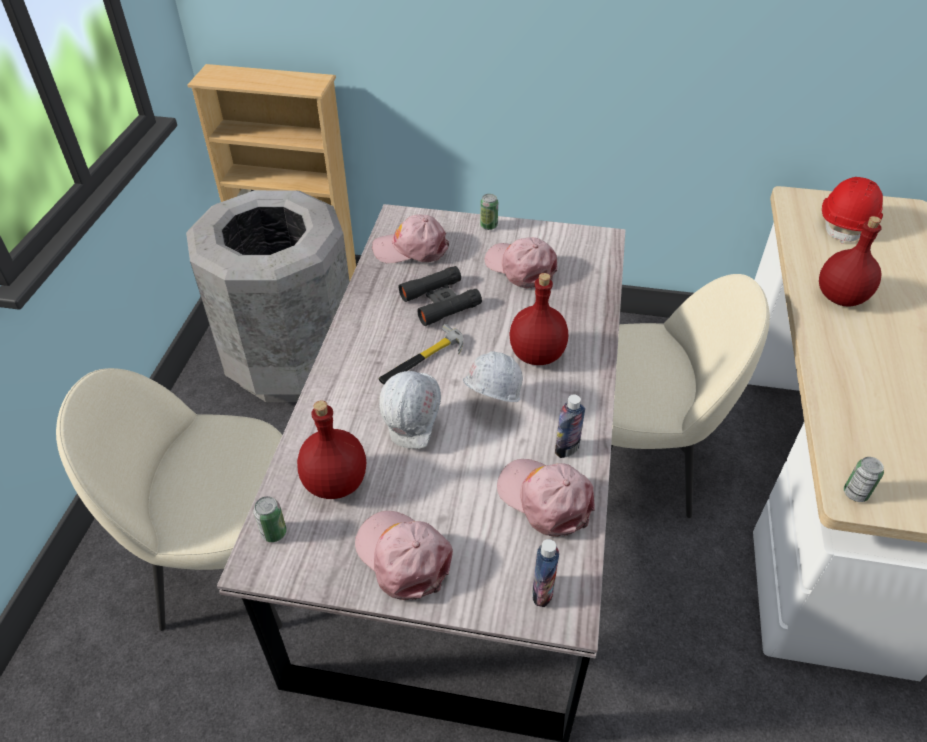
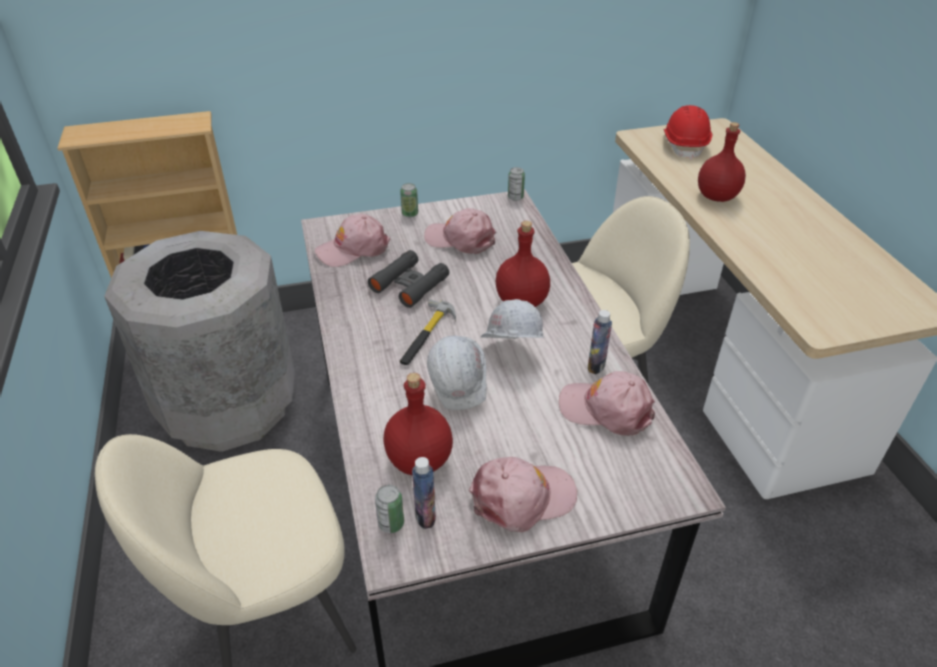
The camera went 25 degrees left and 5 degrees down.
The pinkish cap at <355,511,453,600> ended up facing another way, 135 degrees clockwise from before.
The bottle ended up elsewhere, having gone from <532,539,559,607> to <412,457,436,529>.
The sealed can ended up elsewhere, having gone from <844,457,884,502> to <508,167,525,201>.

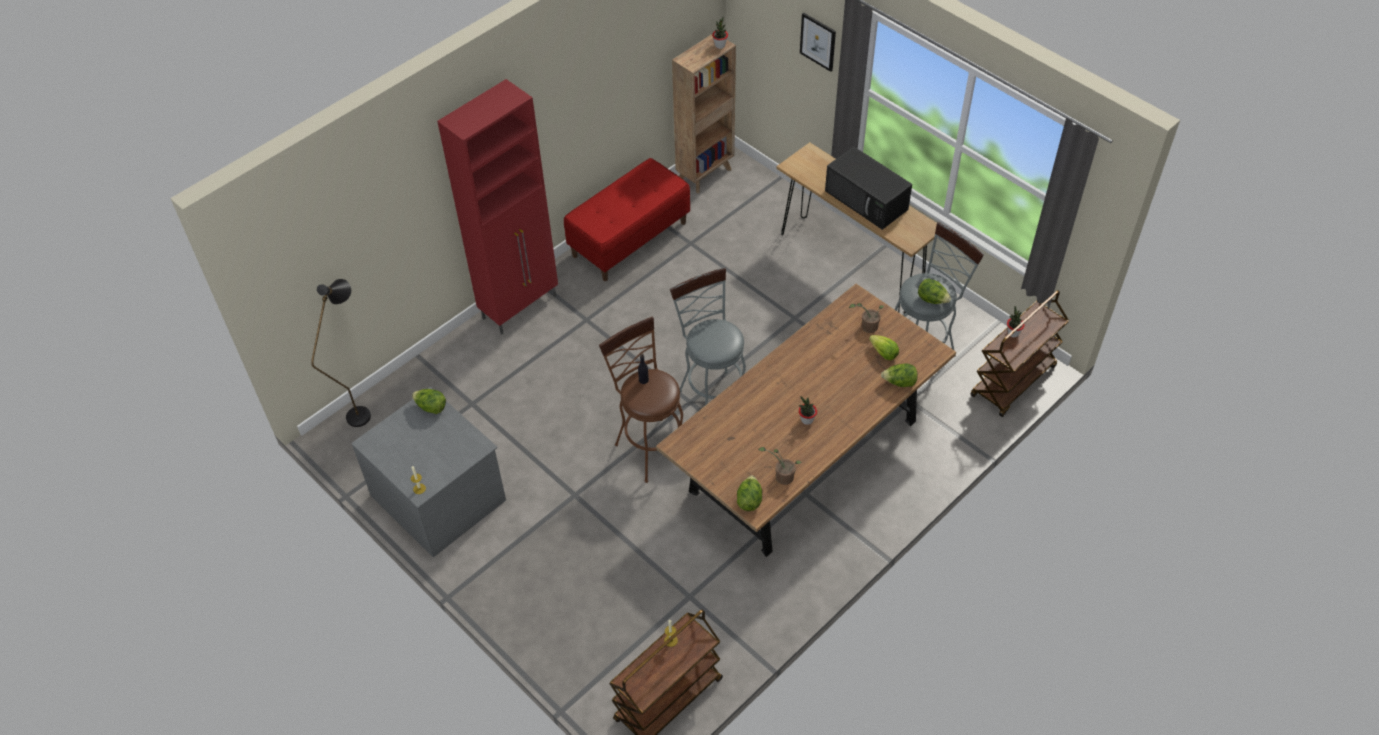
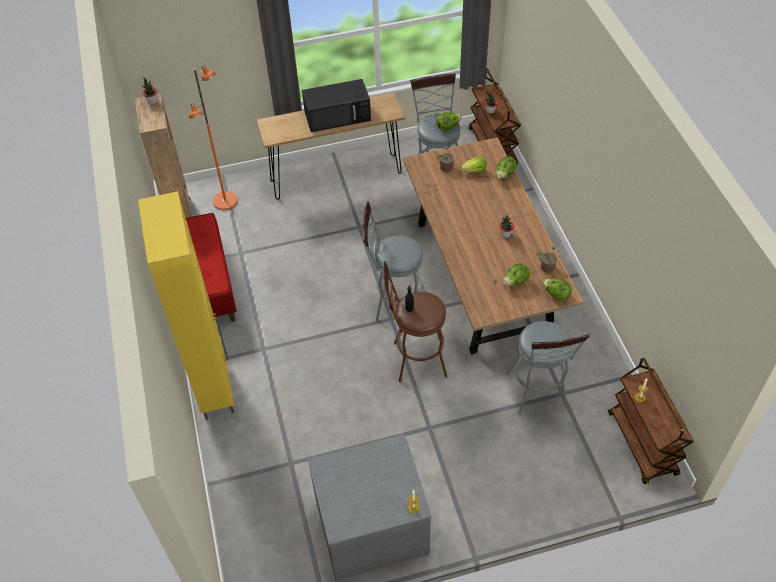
The camera went 60 degrees left and 0 degrees up.
The second view lost the black-coloured standing lamp at <311,279,371,427>.
The lettuce head ended up elsewhere, having gone from <412,389,446,414> to <503,263,530,285>.
What was the red-coloured storage cabinet at <437,79,558,334> turned into the yellow storage cabinet at <138,191,234,420>.
The second view lost the picture at <800,13,836,72>.
The second view gained the orange standing lamp at <189,64,238,210>.
The second view gained the gray sitting stool at <506,321,590,415>.

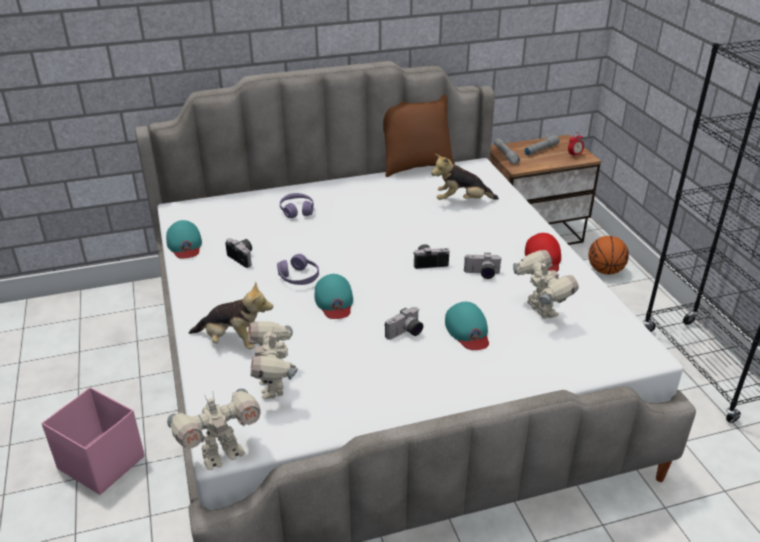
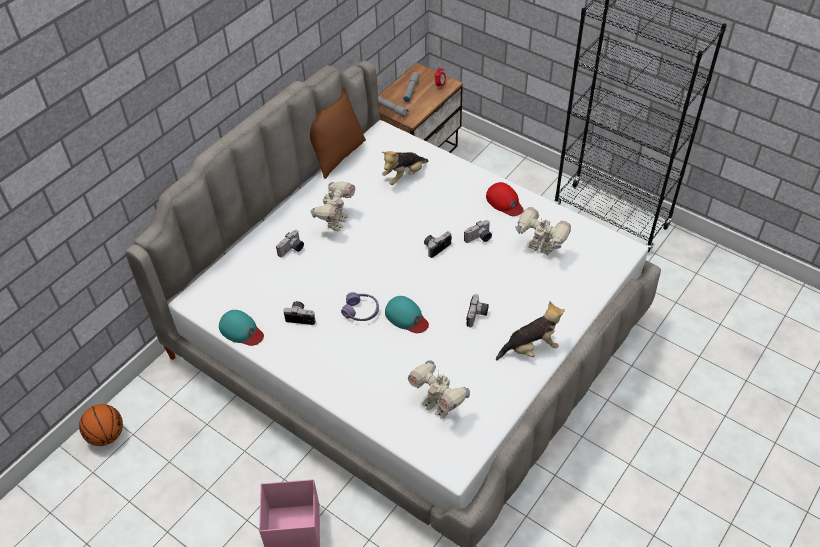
The camera went 35 degrees left and 15 degrees up.
The robot figure ended up elsewhere, having gone from <167,389,260,470> to <310,181,355,232>.
The plush toy ended up elsewhere, having gone from <189,282,273,349> to <496,301,565,361>.
Where the purple headset stood at <280,193,314,218>, the still camera came to stand at <276,230,304,257>.
The second view lost the turquoise cap at <445,302,489,350>.
The basketball ball ended up elsewhere, having gone from <588,236,629,275> to <79,404,123,446>.

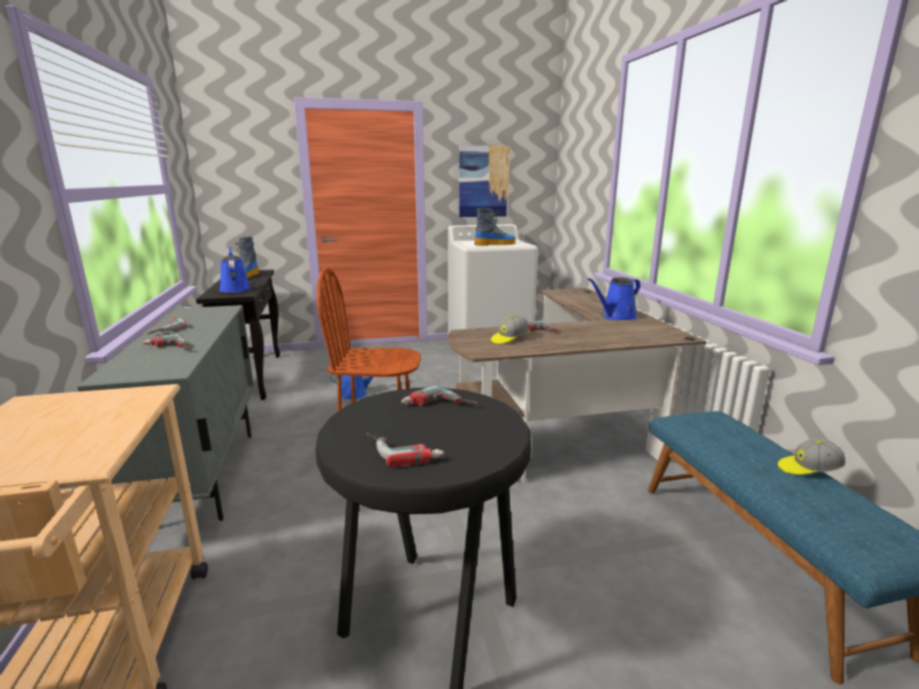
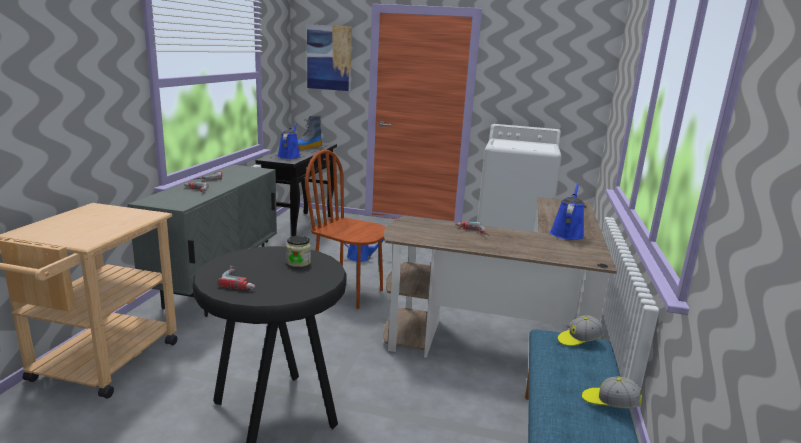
The camera went 25 degrees right and 0 degrees up.
Where the electric drill stood at <401,385,478,406>, the jar came to stand at <286,236,311,267>.
The picture ended up elsewhere, having gone from <459,145,510,217> to <307,24,352,91>.
The second view lost the boot at <475,208,516,246>.
The cap ended up elsewhere, having gone from <491,315,529,344> to <558,316,604,346>.
The bluish watering can at <588,277,640,320> ended up facing another way, 120 degrees clockwise from before.

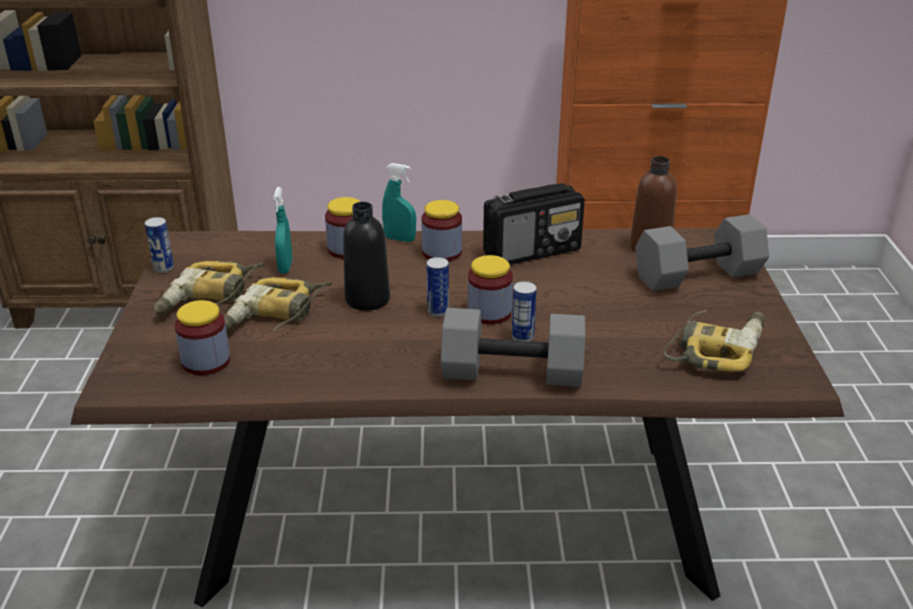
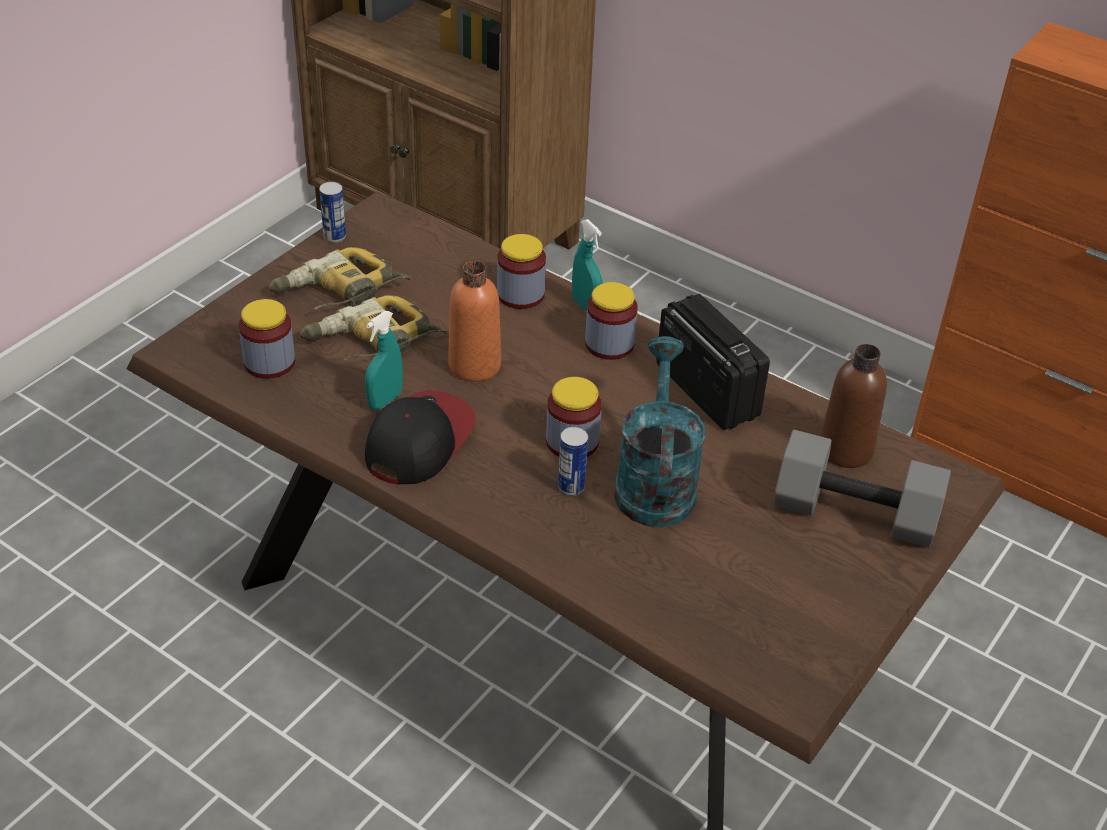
The camera went 35 degrees right and 10 degrees up.
The turquoise spray bottle ended up elsewhere, having gone from <273,187,293,274> to <365,311,403,410>.
What was the black-coloured bottle at <343,202,390,311> turned into the orange bottle at <448,261,501,382>.
The second view lost the sealed can at <426,257,449,317>.
The second view lost the gray hand weight at <441,308,585,387>.
The radio at <483,183,585,265> ended up facing another way, 135 degrees counterclockwise from before.
The second view lost the electric drill at <663,310,765,372>.
The second view gained the cap at <365,390,476,485>.
The second view gained the turquoise watering can at <614,336,705,527>.

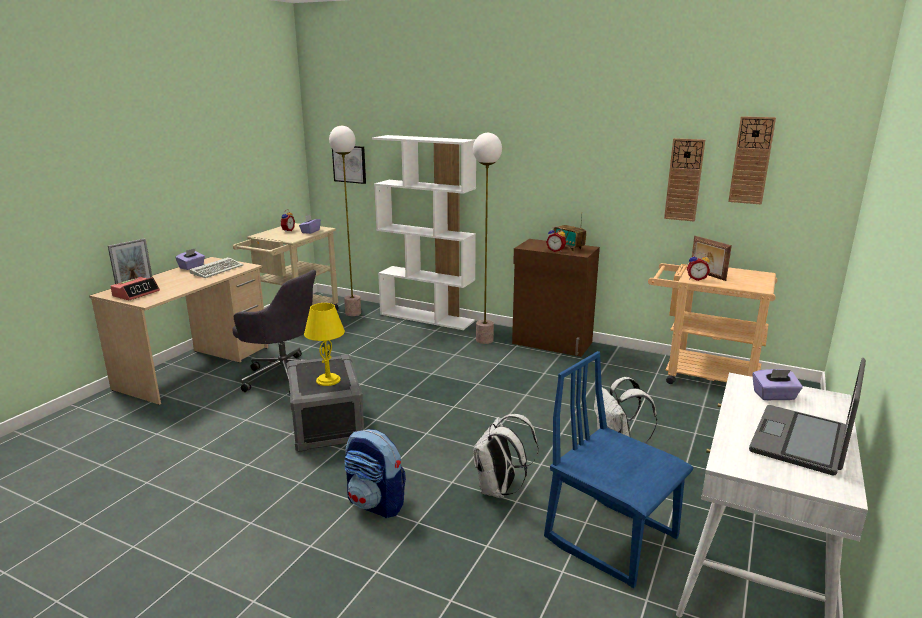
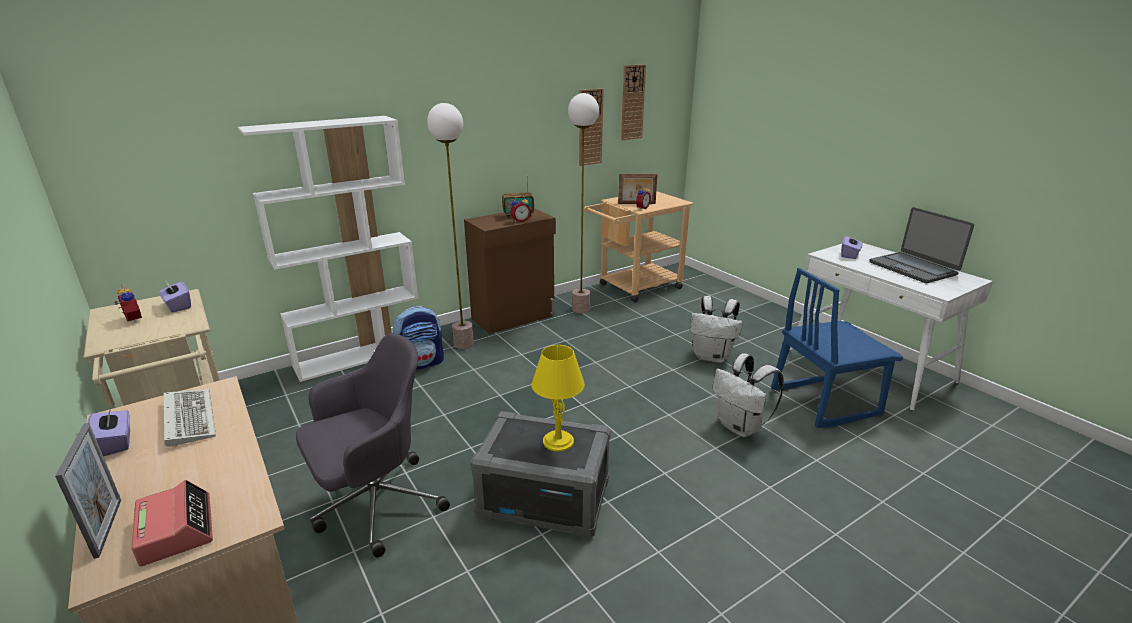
The camera went 60 degrees left and 5 degrees up.
The standing lamp ended up elsewhere, having gone from <329,126,361,316> to <568,93,599,313>.
The second view lost the picture at <332,146,366,184>.
The backpack ended up elsewhere, having gone from <345,429,406,518> to <393,306,444,370>.

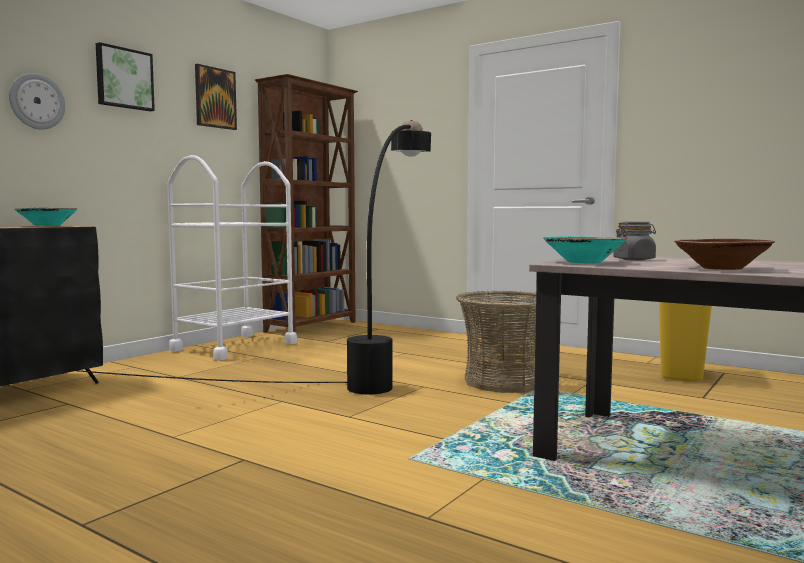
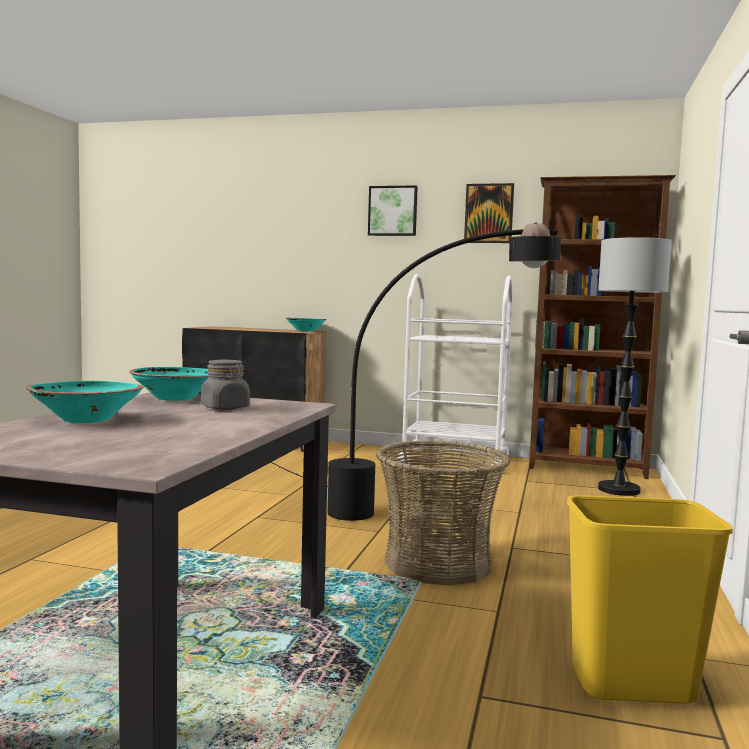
The camera went 70 degrees right and 0 degrees up.
The second view lost the hanging clock at <9,73,65,130>.
What was the brownish serving bowl at <674,239,775,270> turned into the turquoise serving bowl at <26,381,143,423>.
The second view gained the standing lamp at <598,237,672,496>.

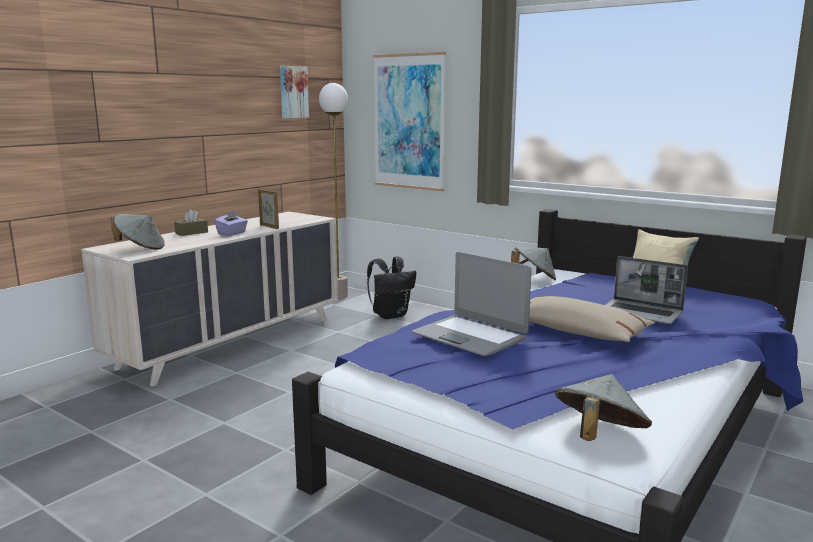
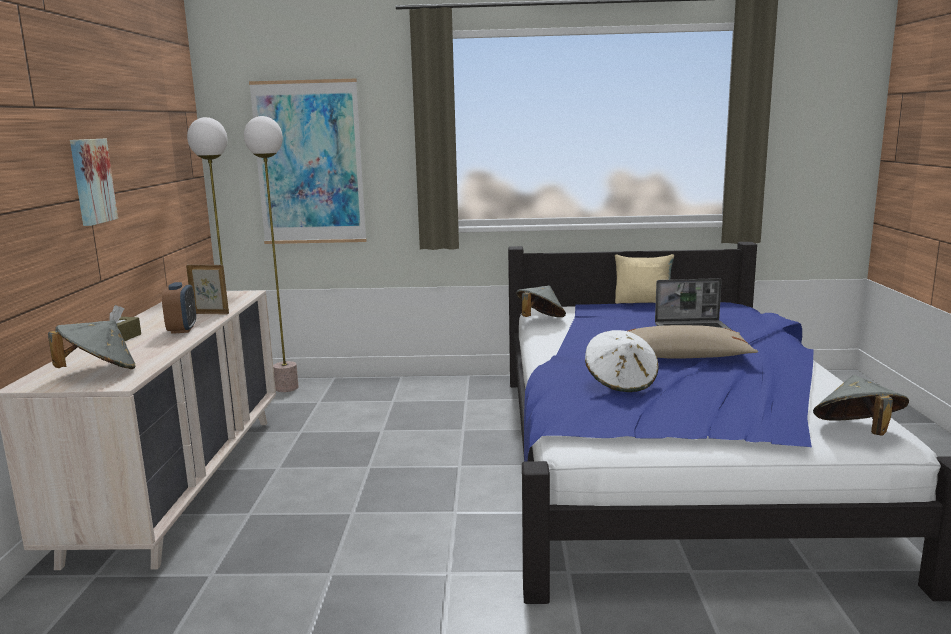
The camera went 35 degrees left and 0 degrees up.
Where the purple box of tissues stood at <214,210,248,236>, the bedside clock came to stand at <162,282,196,334>.
The picture ended up elsewhere, having gone from <280,66,309,118> to <70,139,118,226>.
The second view lost the black-coloured backpack at <367,256,416,319>.
Where the laptop stood at <412,252,532,356>, the white-coloured clothing hat came to stand at <585,330,659,392>.
The second view gained the standing lamp at <244,116,298,392>.

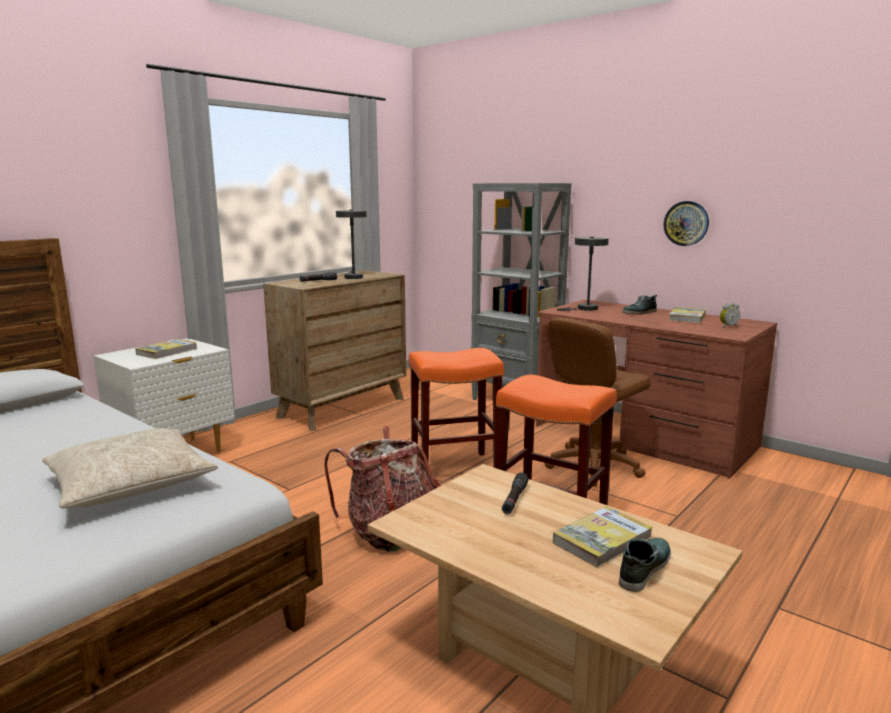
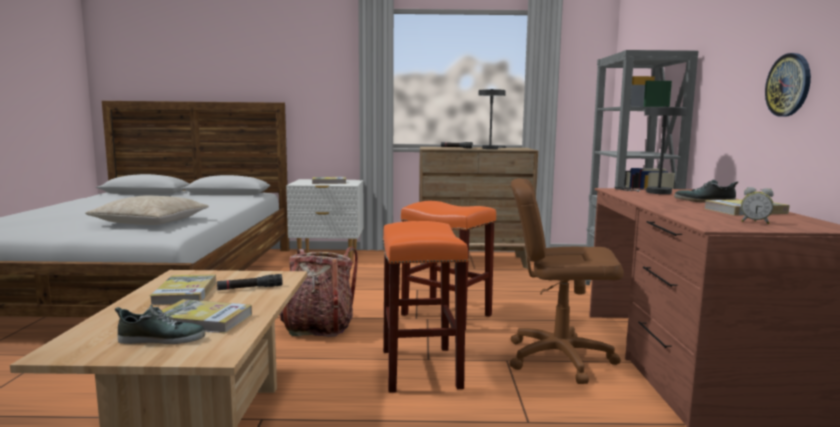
The camera went 50 degrees right and 5 degrees down.
The second view gained the book at <150,274,216,305>.

